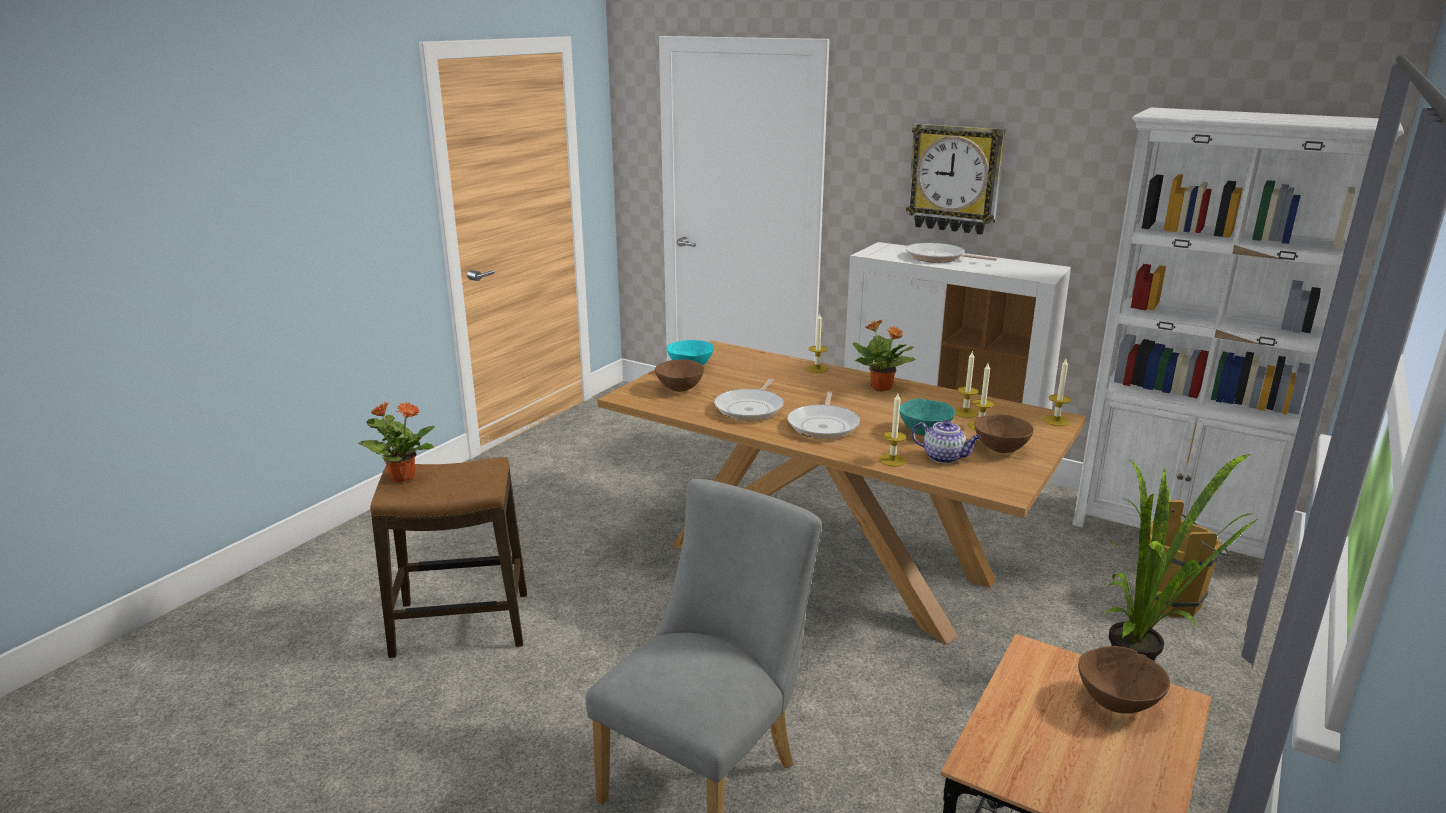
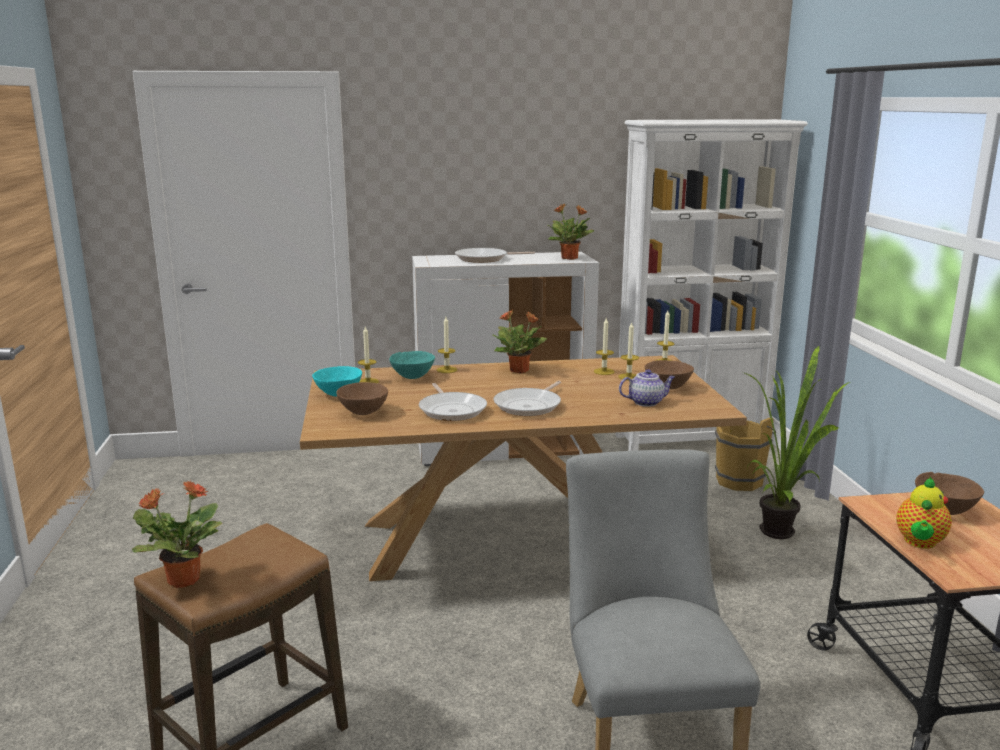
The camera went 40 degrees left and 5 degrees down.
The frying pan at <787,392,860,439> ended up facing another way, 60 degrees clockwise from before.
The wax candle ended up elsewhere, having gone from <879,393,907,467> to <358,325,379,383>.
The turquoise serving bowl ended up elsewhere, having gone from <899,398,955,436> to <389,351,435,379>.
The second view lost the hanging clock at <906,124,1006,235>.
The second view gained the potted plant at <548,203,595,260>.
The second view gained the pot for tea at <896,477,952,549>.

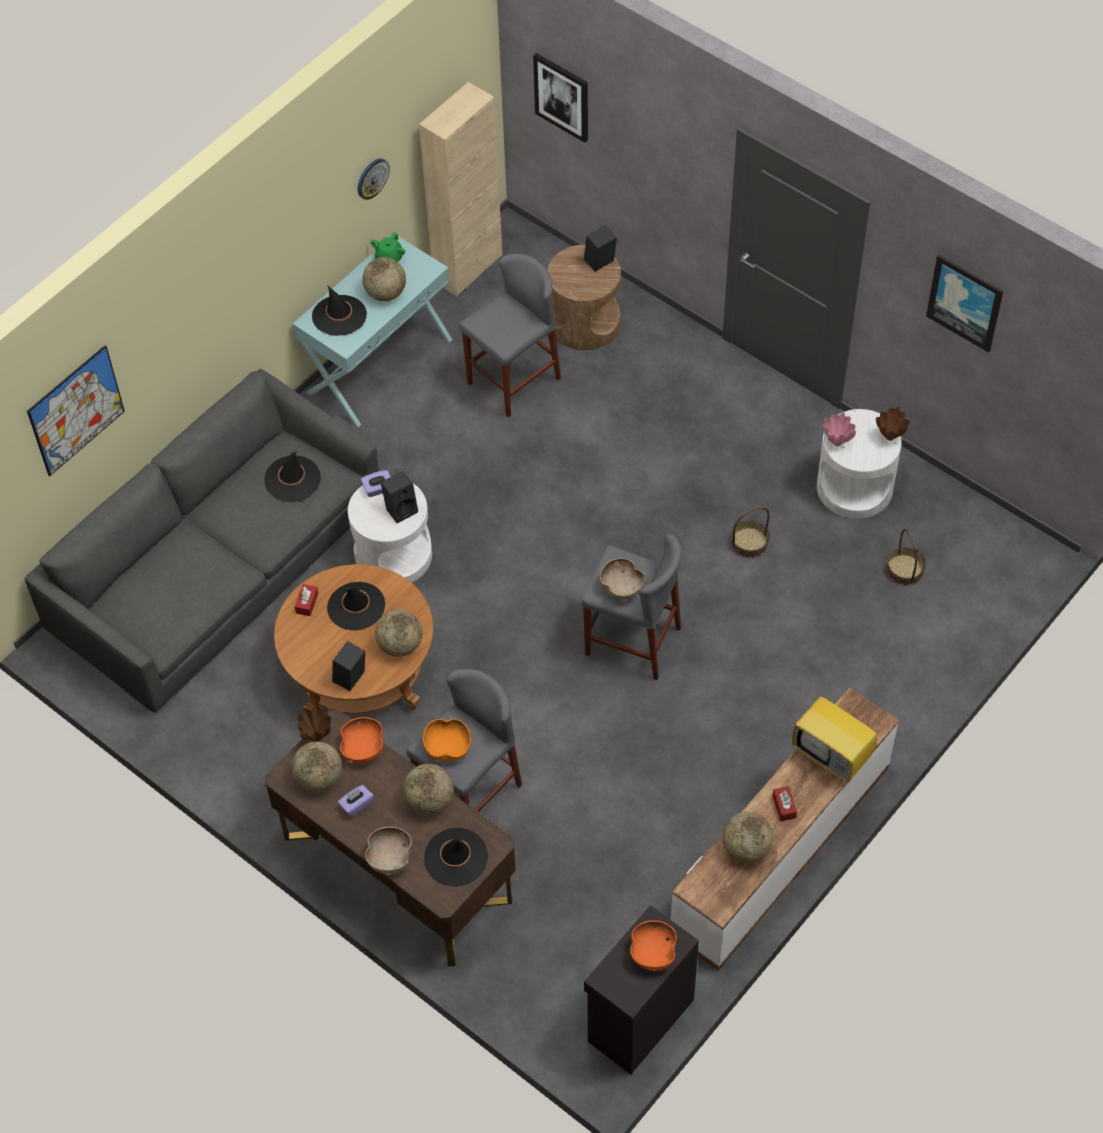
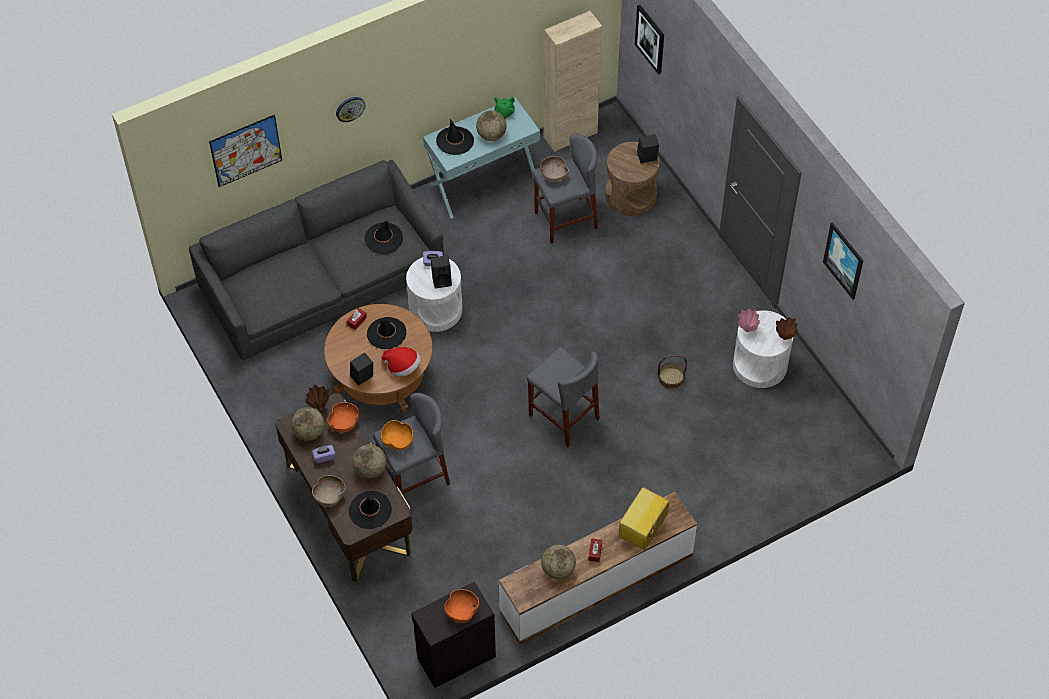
The camera went 20 degrees right and 0 degrees up.
The hanging clock ended up elsewhere, having gone from <358,158,390,200> to <336,97,365,122>.
Where the globe stood at <375,609,422,657>, the clothing hat came to stand at <381,347,421,377>.
The brownish serving bowl ended up elsewhere, having gone from <600,558,645,600> to <540,156,569,182>.
The TV set at <792,696,877,783> ended up facing another way, 60 degrees clockwise from before.
The second view lost the basket at <886,528,925,586>.

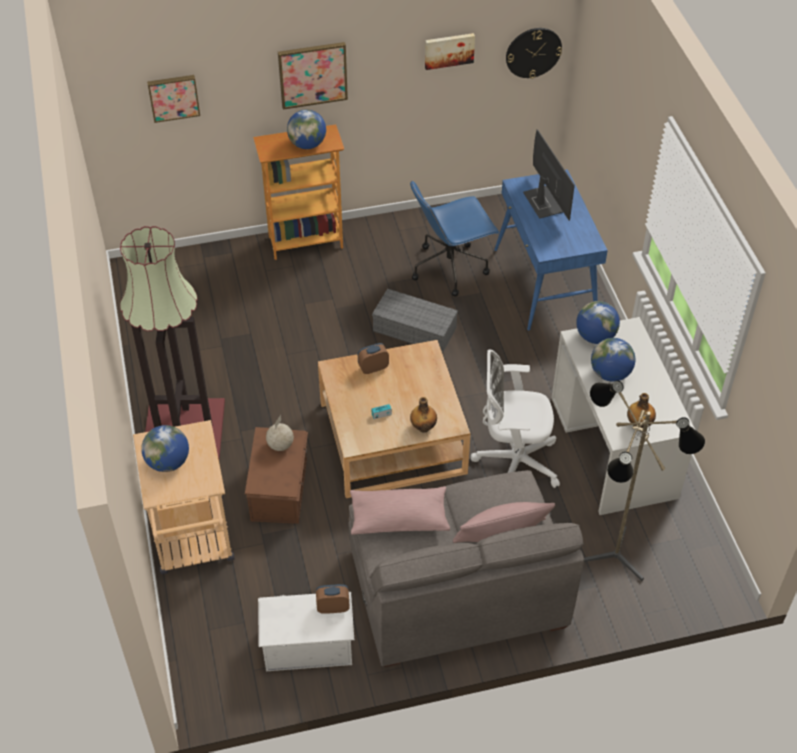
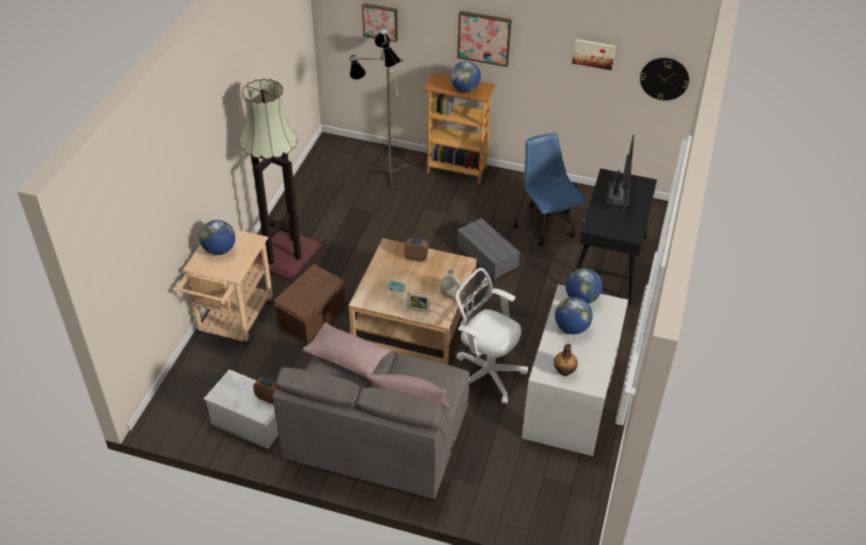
The camera went 30 degrees right and 5 degrees down.
The globe ended up elsewhere, having gone from <266,415,294,451> to <439,268,462,297>.
The bluish office chair at <410,180,499,297> ended up facing another way, 60 degrees clockwise from before.
Where the bottle stood at <410,397,437,433>, the standing frame came to stand at <407,292,431,313>.
What was the bluish desk unit at <494,169,608,330> turned into the black-coloured desk unit at <576,168,657,304>.
The standing lamp ended up elsewhere, having gone from <584,380,705,581> to <350,27,409,190>.

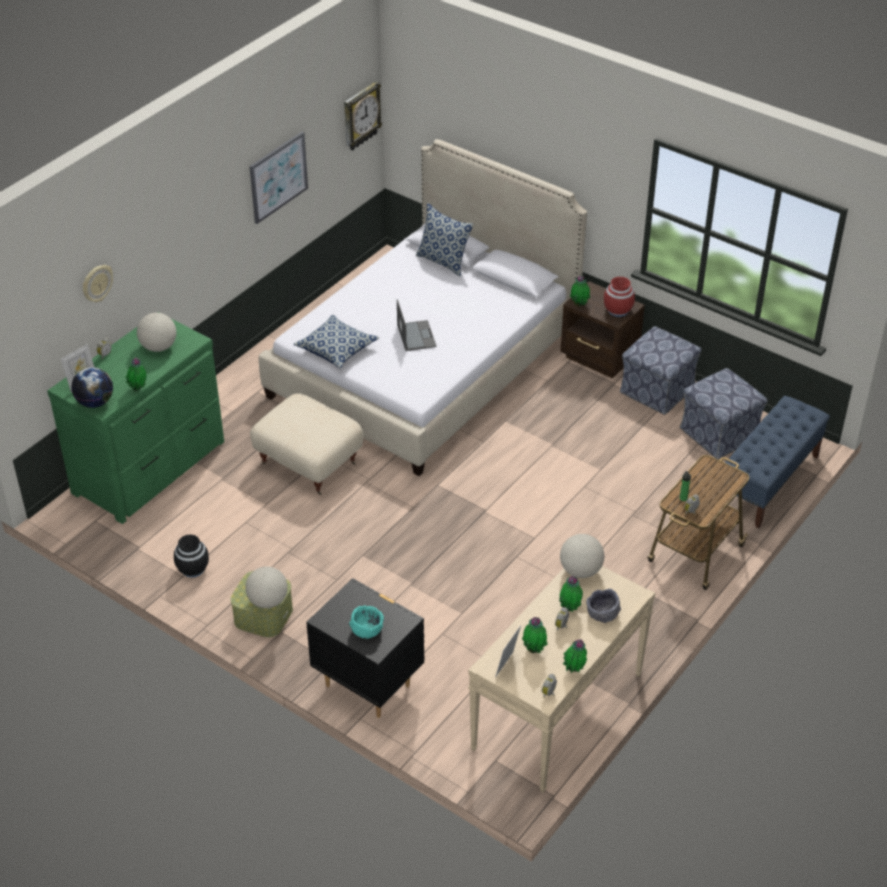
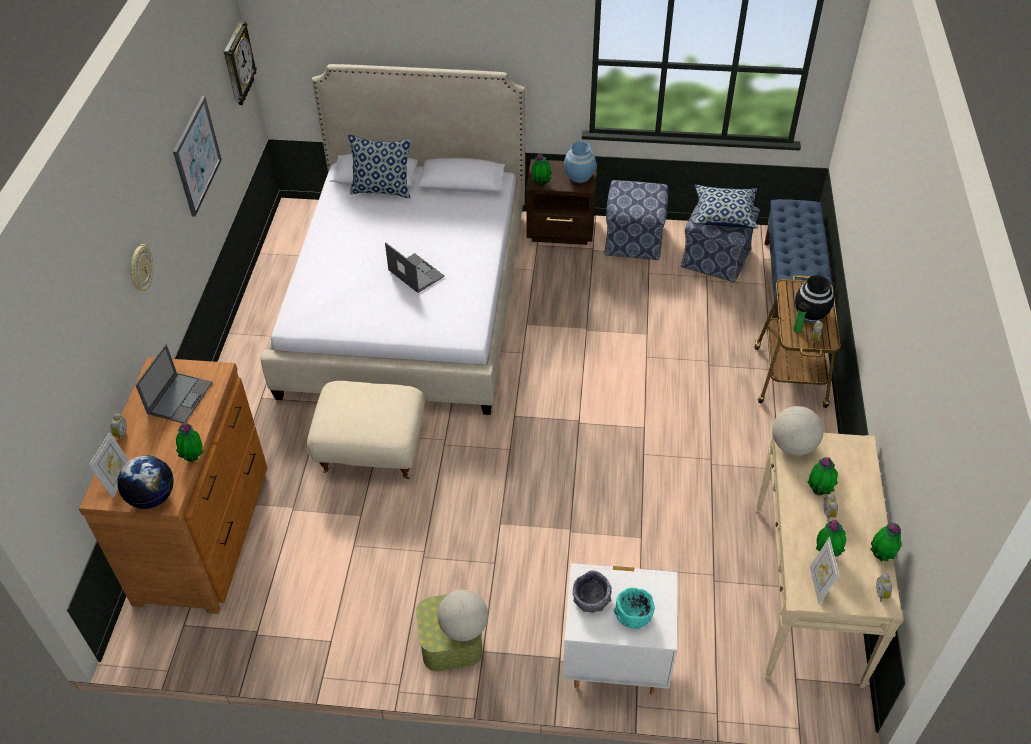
The camera went 30 degrees left and 5 degrees up.
What was the green-coloured dresser at <47,312,224,524> turned into the brownish dresser at <79,357,267,614>.
The hanging clock ended up elsewhere, having gone from <83,265,113,302> to <130,244,153,291>.
Where the globe stood at <137,313,176,352>, the laptop came to stand at <136,344,213,423>.
The black-coloured decorative vase ended up elsewhere, having gone from <174,534,209,578> to <795,275,834,322>.
The pillow ended up elsewhere, having gone from <293,315,379,368> to <694,185,758,228>.
What was the black-coloured night table at <306,578,424,718> turned into the white-coloured night table at <563,563,677,695>.
The gray serving bowl ended up elsewhere, having gone from <586,589,621,623> to <573,570,612,613>.
What was the red-coloured decorative vase at <604,277,635,317> turned into the bluish decorative vase at <564,141,596,183>.

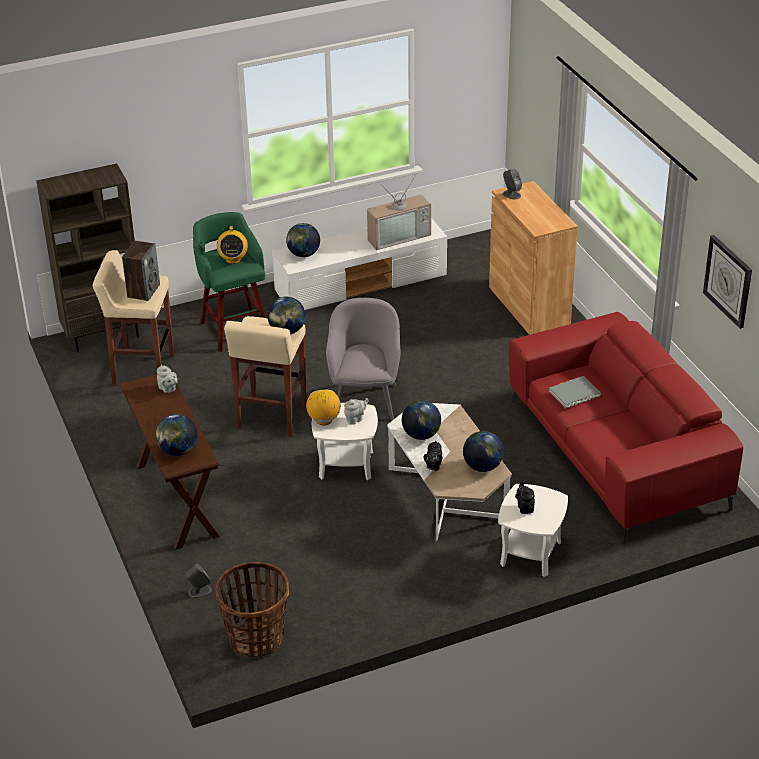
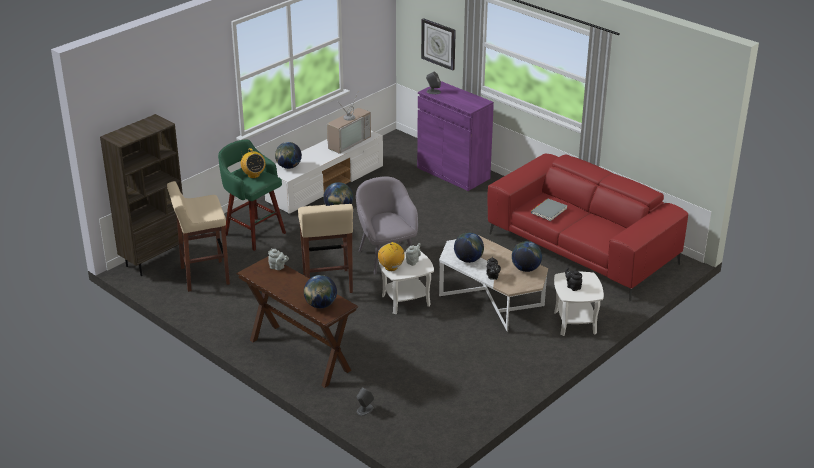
The camera went 25 degrees left and 5 degrees down.
The second view lost the loudspeaker at <122,241,160,301>.
The second view lost the basket at <215,562,289,658>.
What was the brownish storage cabinet at <489,181,578,335> turned into the purple storage cabinet at <417,81,494,191>.
The hanging clock ended up elsewhere, having gone from <703,235,752,329> to <421,18,456,71>.

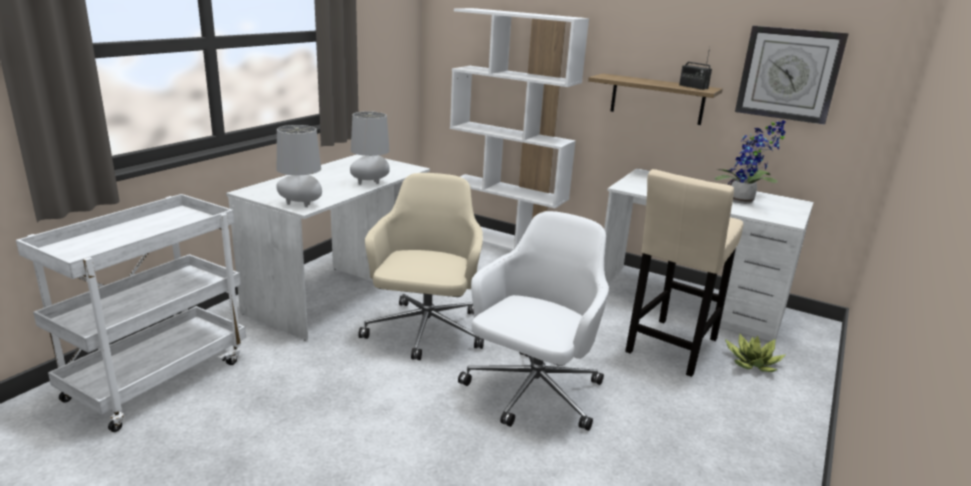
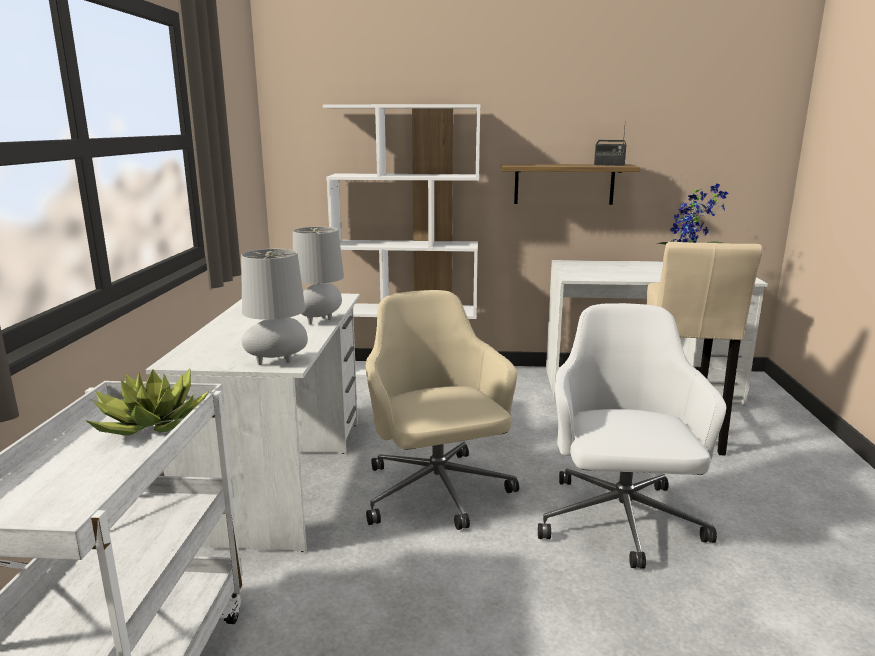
The camera went 25 degrees left and 5 degrees down.
The potted plant ended up elsewhere, having gone from <725,334,786,372> to <85,369,209,436>.
The second view lost the hanging clock at <735,26,849,125>.

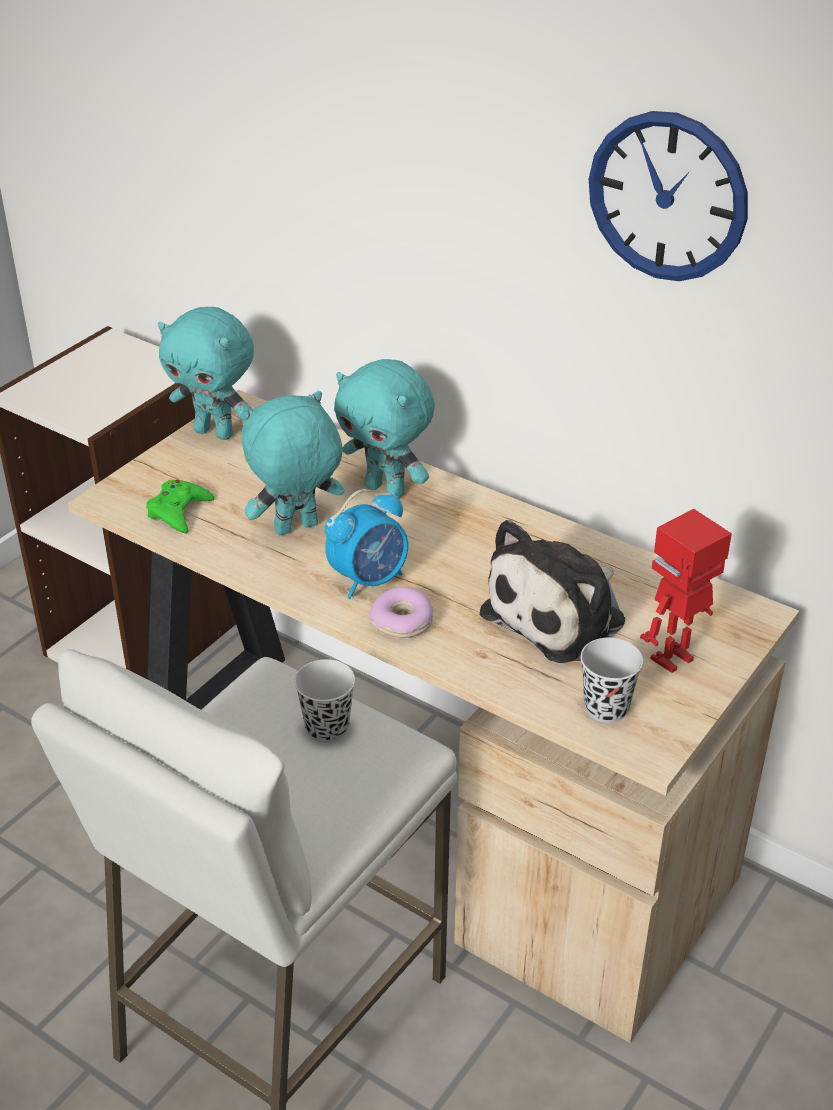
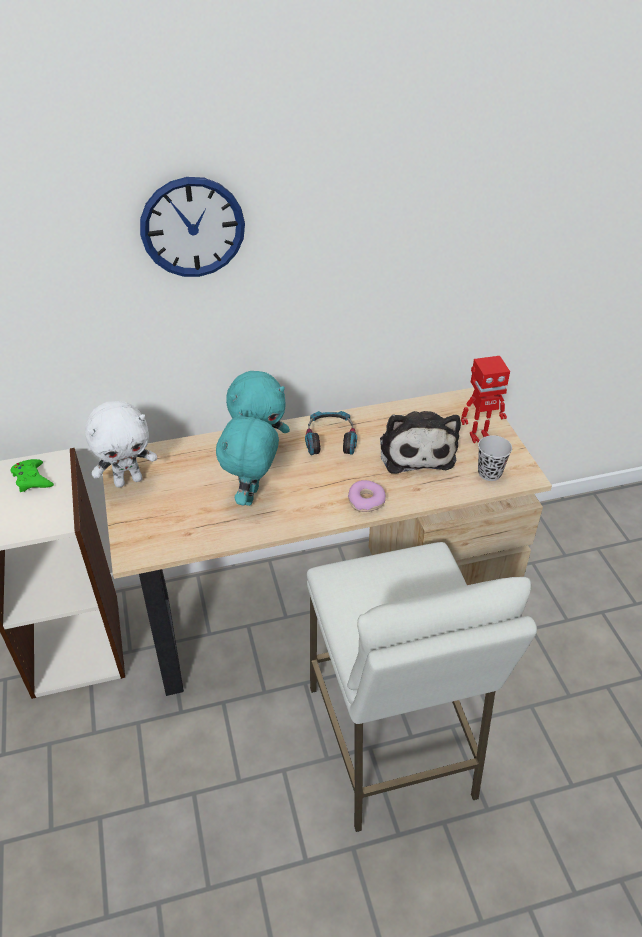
The camera went 50 degrees left and 5 degrees up.
The green-coloured gamepad ended up elsewhere, having gone from <146,480,215,533> to <11,459,54,492>.
What was the turquoise plush toy at <158,307,254,440> turned into the white-coloured plush toy at <85,401,157,488>.
The second view lost the black-coloured cup at <294,659,355,743>.
The second view lost the bedside clock at <325,489,408,599>.
The hanging clock ended up elsewhere, having gone from <589,111,748,281> to <140,177,245,277>.
The robot figure at <640,509,732,673> ended up facing another way, 105 degrees counterclockwise from before.
The second view gained the headset at <305,411,357,455>.

